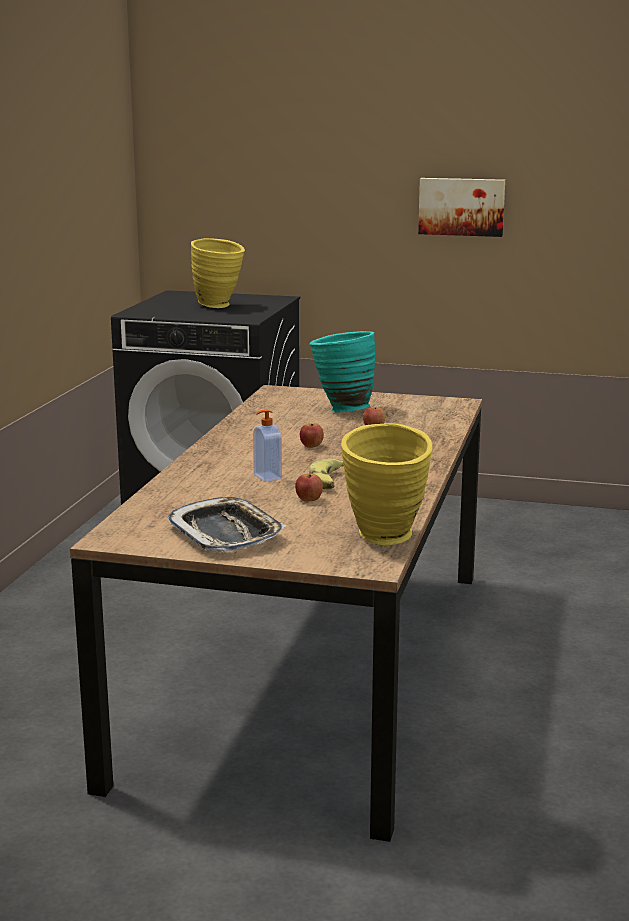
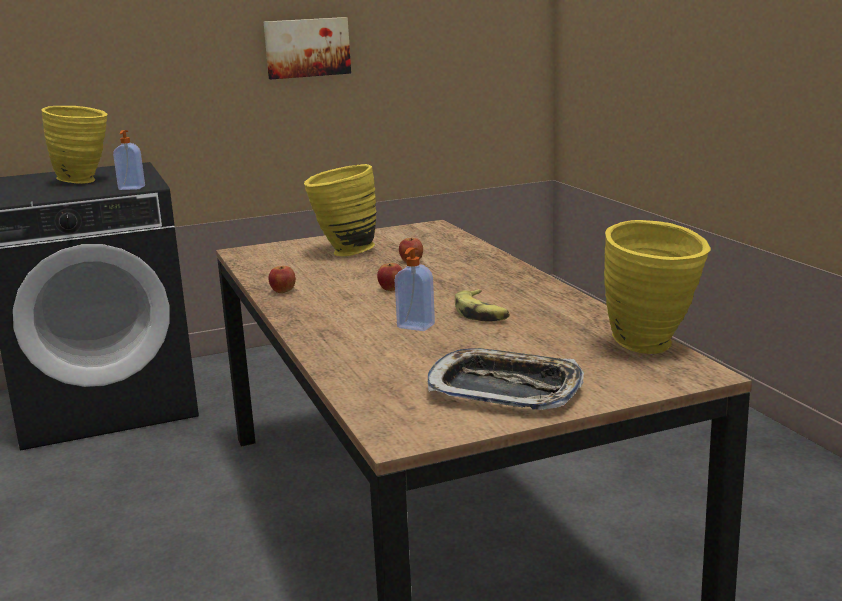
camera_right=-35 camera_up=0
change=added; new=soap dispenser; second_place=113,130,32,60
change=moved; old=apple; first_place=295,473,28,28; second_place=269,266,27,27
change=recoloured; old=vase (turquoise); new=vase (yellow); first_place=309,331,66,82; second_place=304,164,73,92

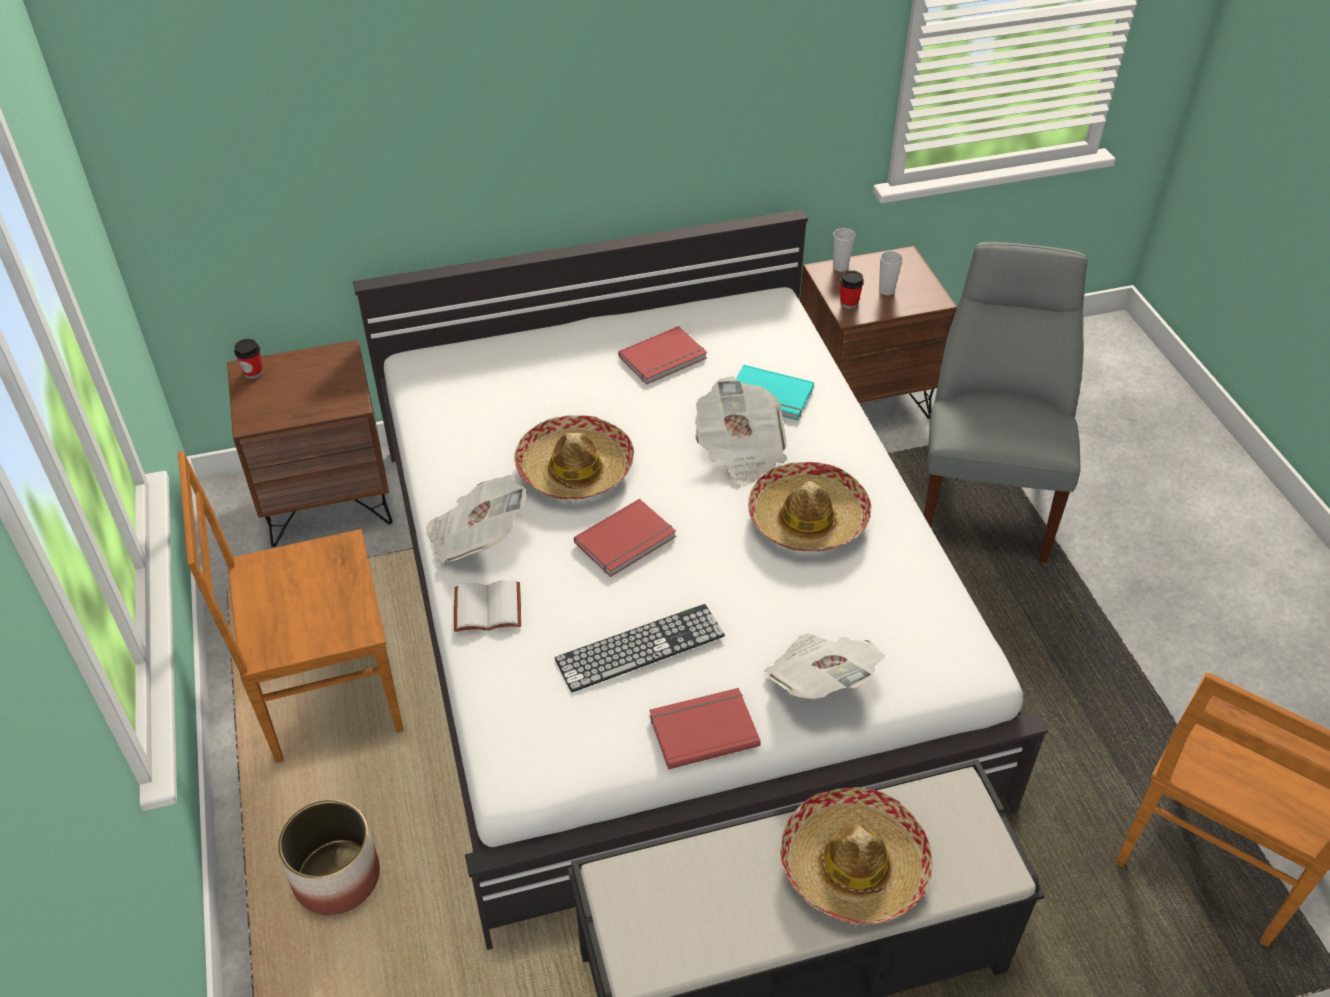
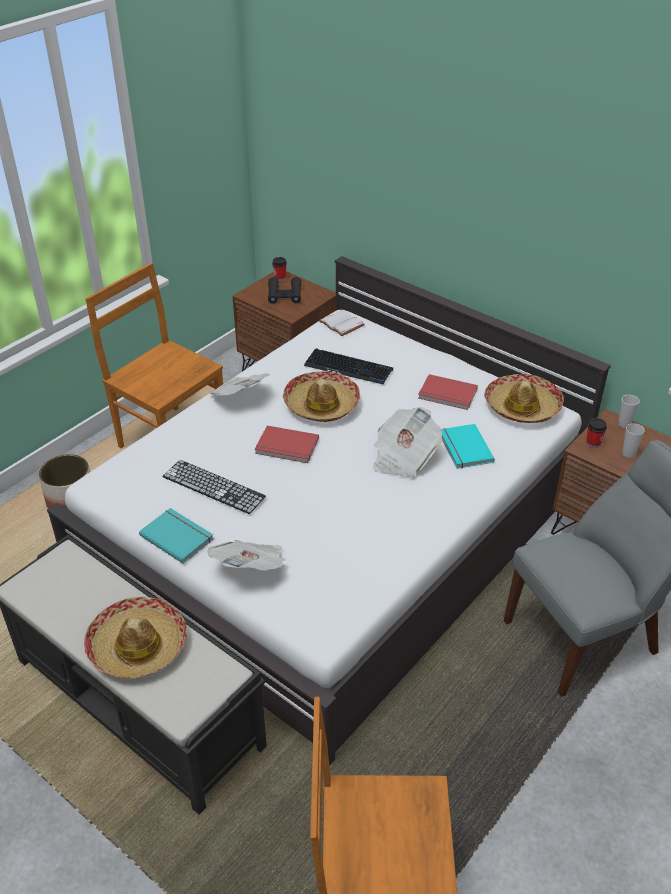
camera_right=55 camera_up=-5
change=recoloured; old=book (red); new=book (turquoise); first_place=649,688,112,82; second_place=139,508,75,56
change=added; new=binoculars (black); second_place=268,277,33,27
change=added; new=keyboard; second_place=304,348,89,37
change=moved; old=book (white); first_place=454,580,67,52; second_place=319,310,46,26
change=moved; old=hat; first_place=748,462,124,89; second_place=484,374,80,49

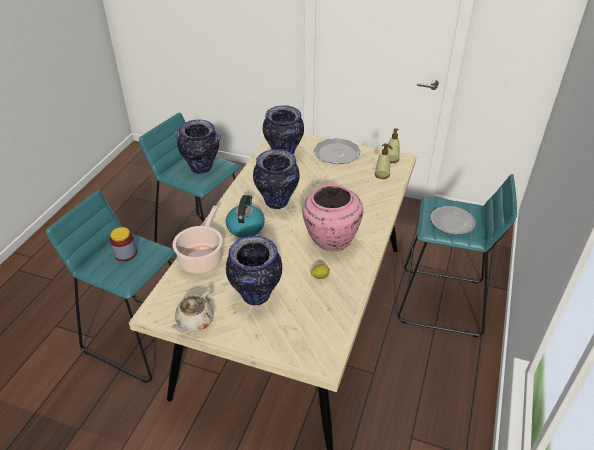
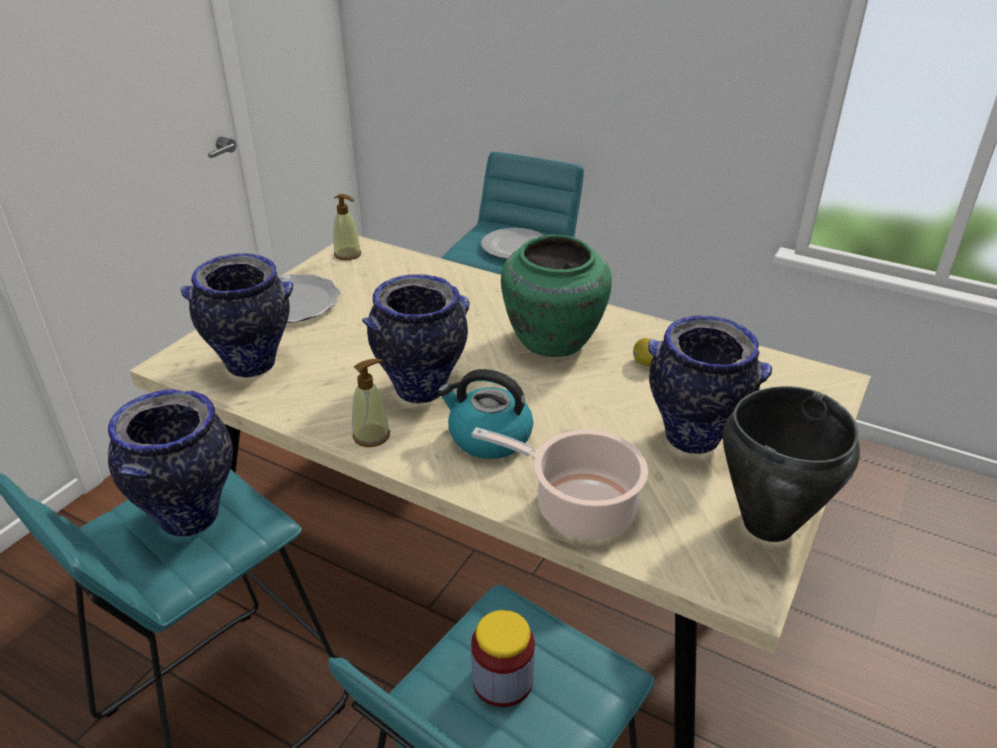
camera_right=-80 camera_up=-5
change=moved; old=soap dispenser; first_place=375,143,18,36; second_place=352,359,38,88
change=recoloured; old=vase (pink); new=vase (green); first_place=302,184,61,67; second_place=501,235,111,122
change=replaced; old=teapot (beige); new=cooking pot (black); first_place=171,290,43,42; second_place=723,386,137,156

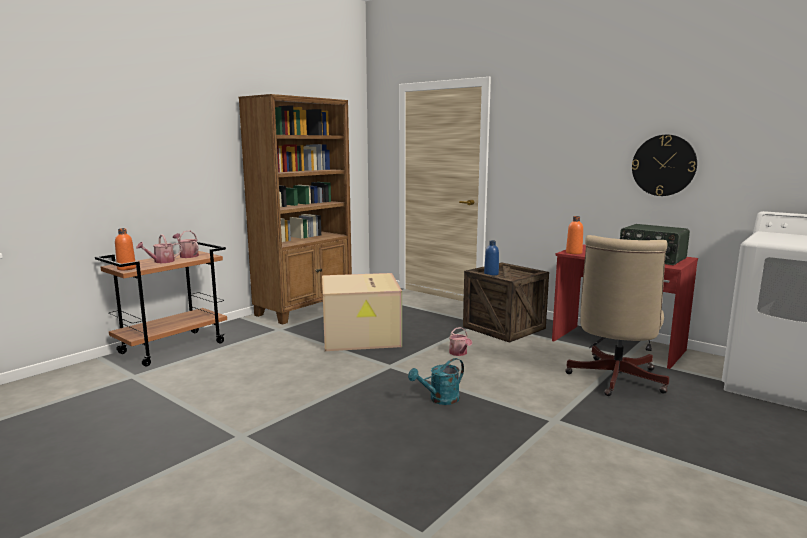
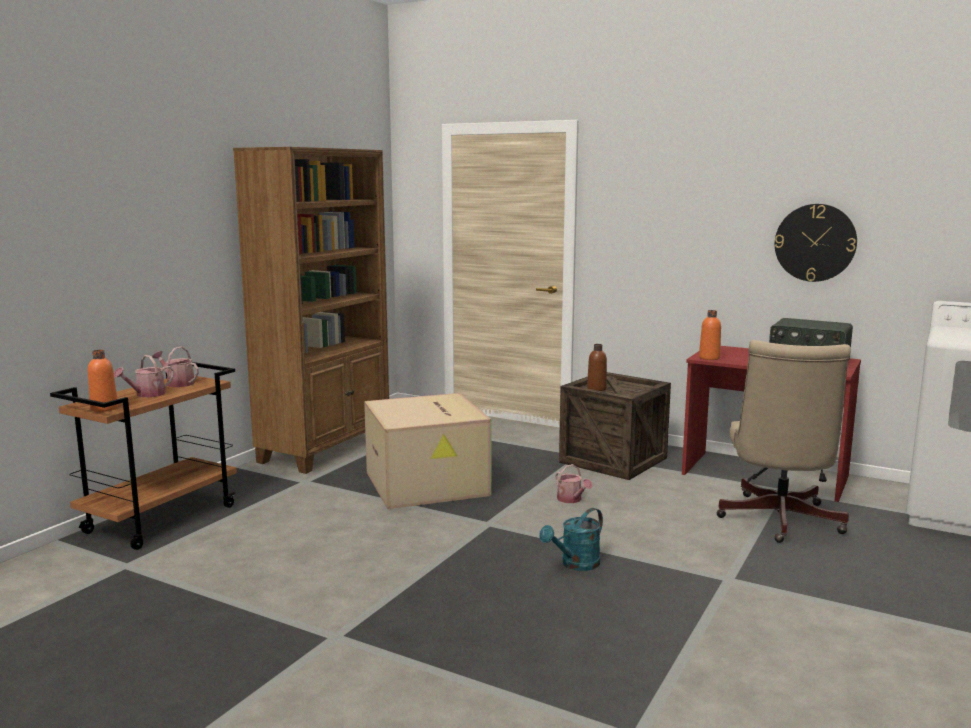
camera_right=-10 camera_up=0
change=recoloured; old=bottle (blue); new=bottle (brown); first_place=484,240,15,36; second_place=587,344,20,47

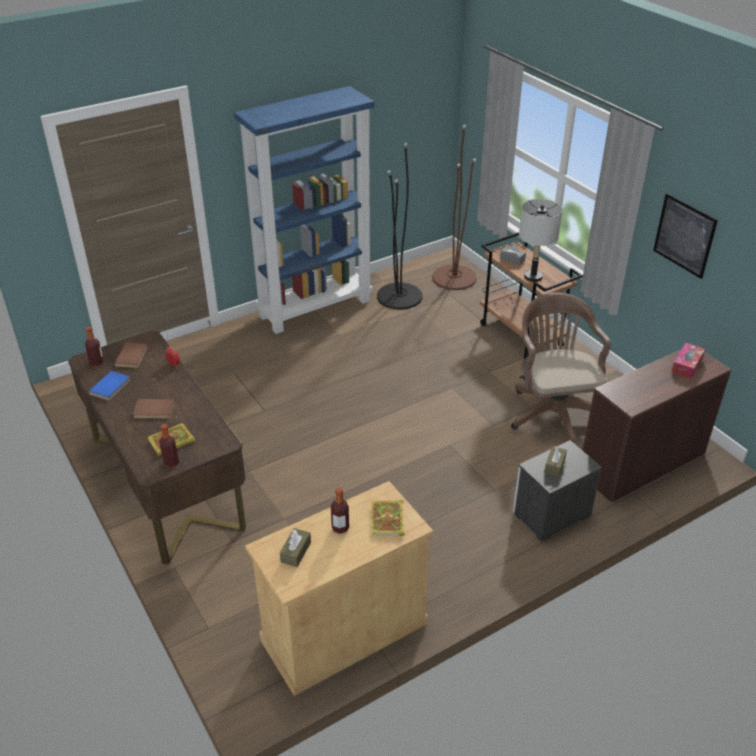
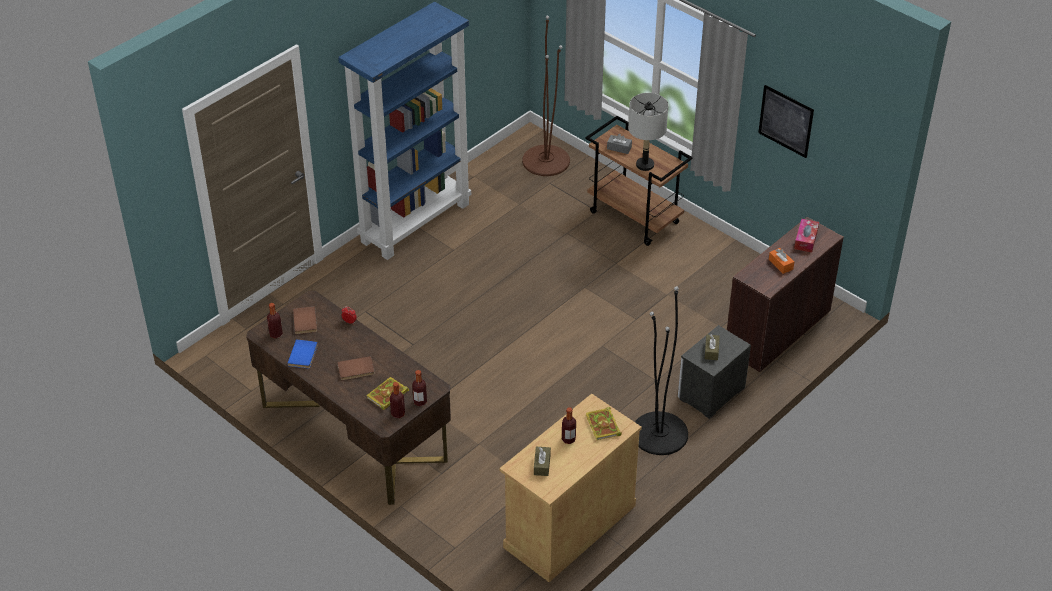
camera_right=-15 camera_up=5
change=added; new=bottle; second_place=412,370,15,36
change=moved; old=floor lamp (black); first_place=377,143,46,166; second_place=635,286,53,169
change=added; new=tissue box (orange); second_place=769,248,25,26
change=removed; old=office chair (brown); first_place=511,293,100,150

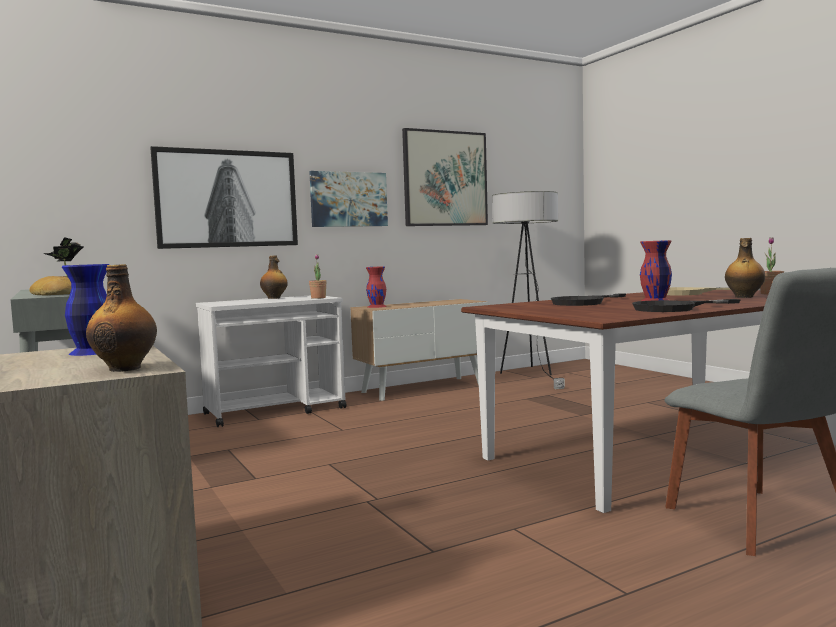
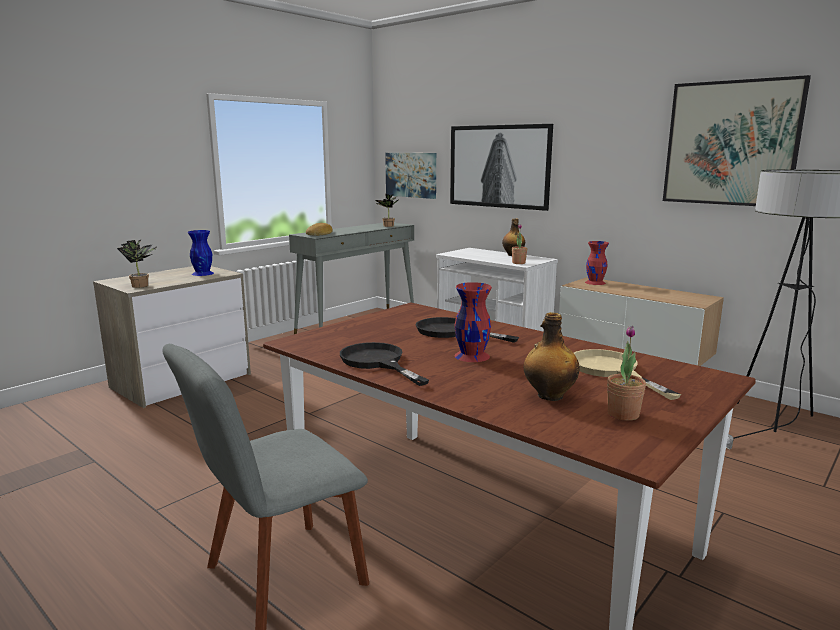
camera_right=70 camera_up=10
change=replaced; old=bottle; new=potted plant; first_place=86,264,71,108; second_place=117,240,40,48
change=moved; old=picture; first_place=309,171,79,56; second_place=385,153,51,46

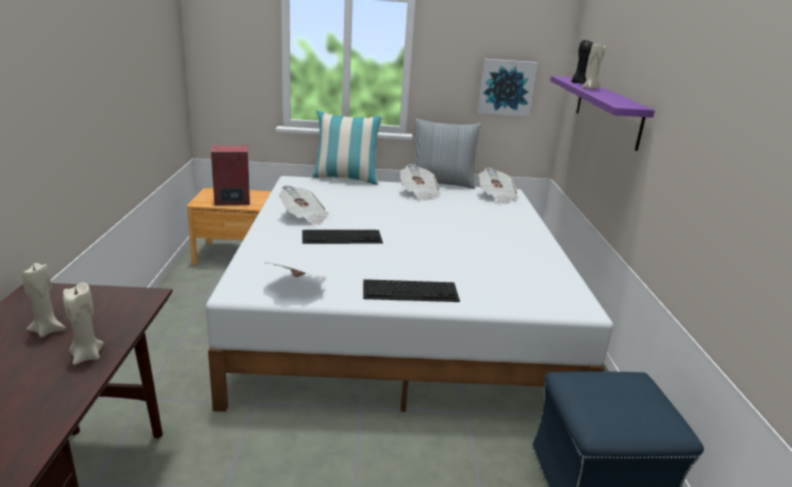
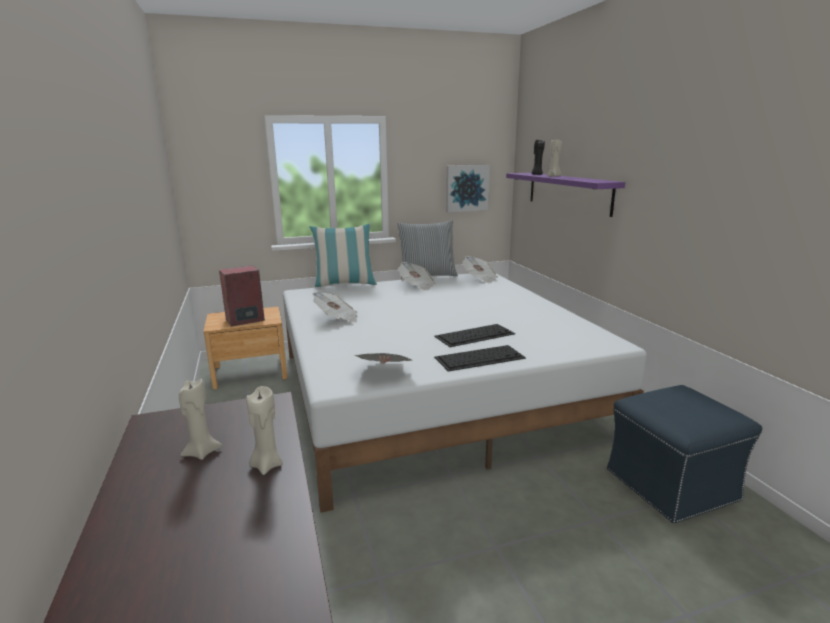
camera_right=-15 camera_up=-5
change=moved; old=keyboard; first_place=302,230,81,14; second_place=434,324,81,23

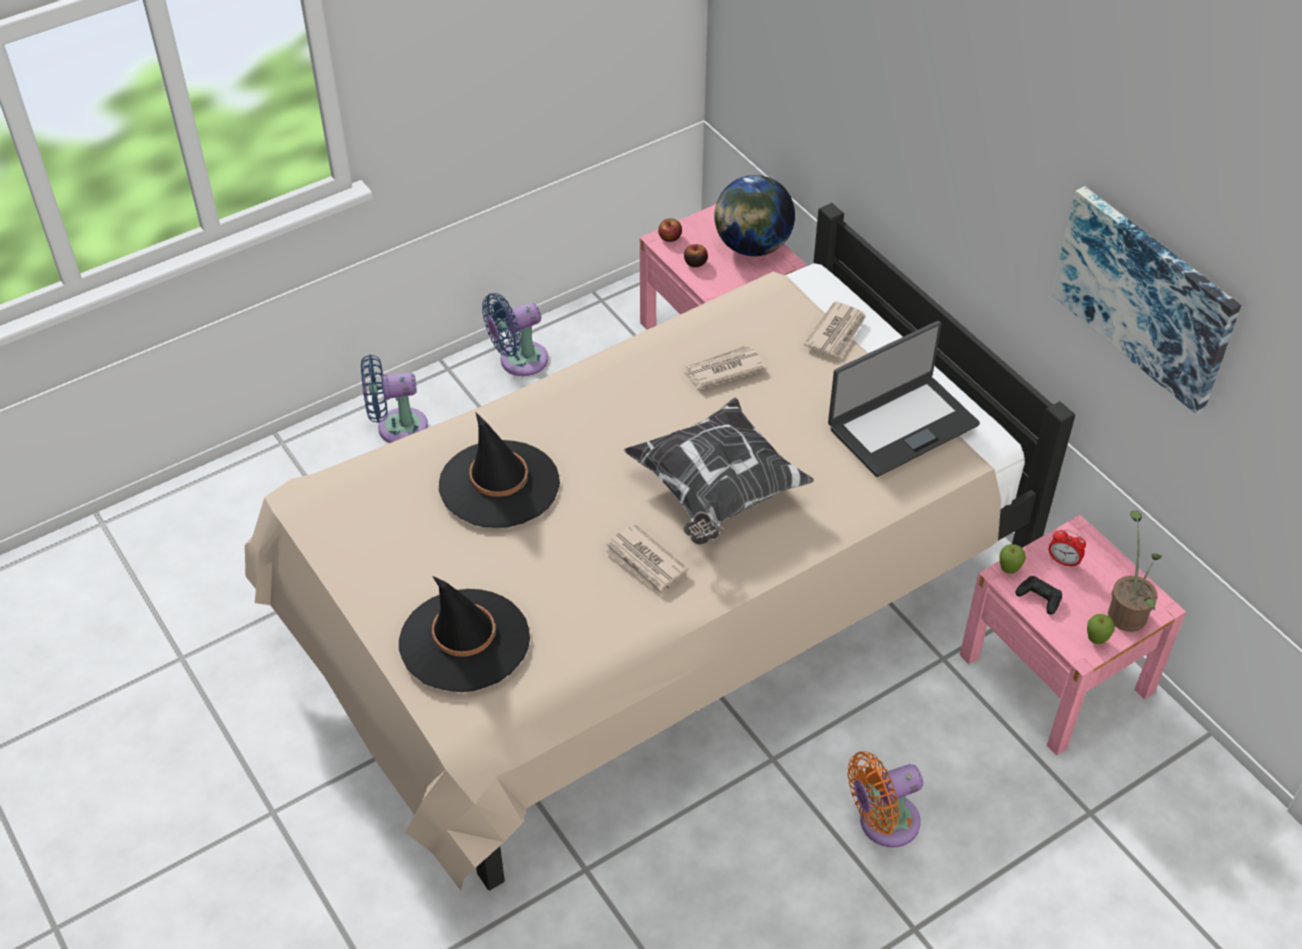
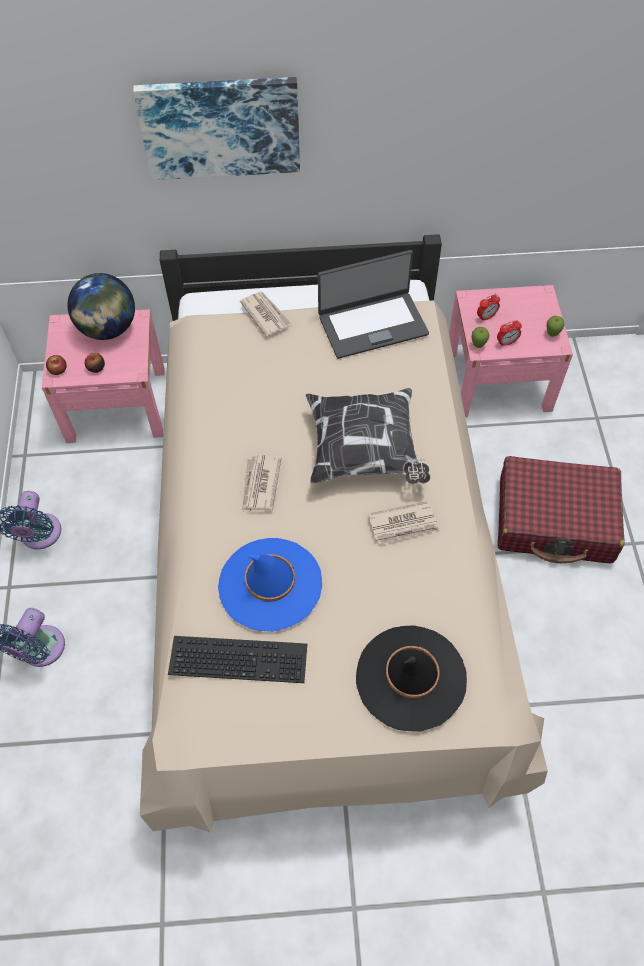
camera_right=-60 camera_up=10
change=moved; old=picture; first_place=1051,186,190,228; second_place=133,77,167,103
change=added; new=keyboard; second_place=168,636,139,47
change=recoloured; old=hat (black); new=hat (blue); first_place=439,413,121,114; second_place=218,538,104,94
change=moved; old=newspaper; first_place=684,345,82,44; second_place=242,454,40,58
change=turned; old=laptop; first_place=828,321,152,156; second_place=318,250,111,109; degrees=75
change=replaced; old=game controller (black); new=alarm clock; first_place=1015,576,47,39; second_place=497,320,25,26
change=replaced; old=fan (orange); new=suitcase (red); first_place=847,751,76,96; second_place=498,456,127,108
change=removed; old=potted plant; first_place=1108,511,54,121

